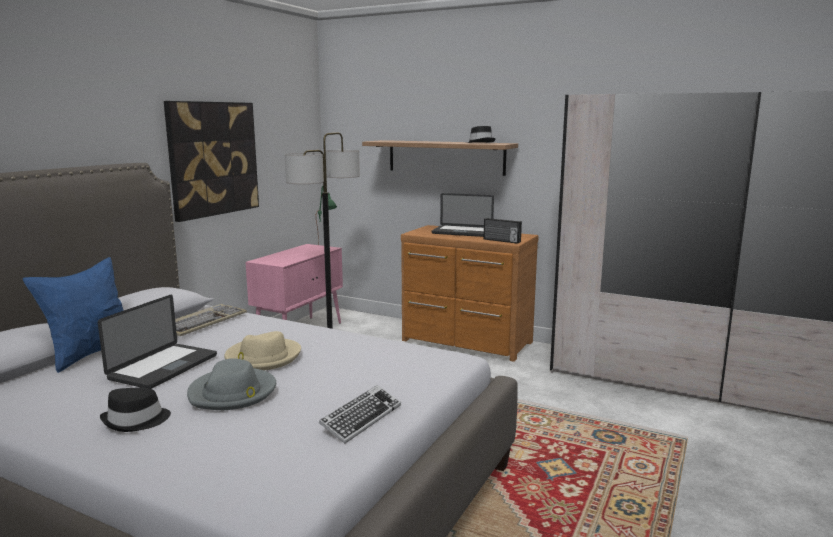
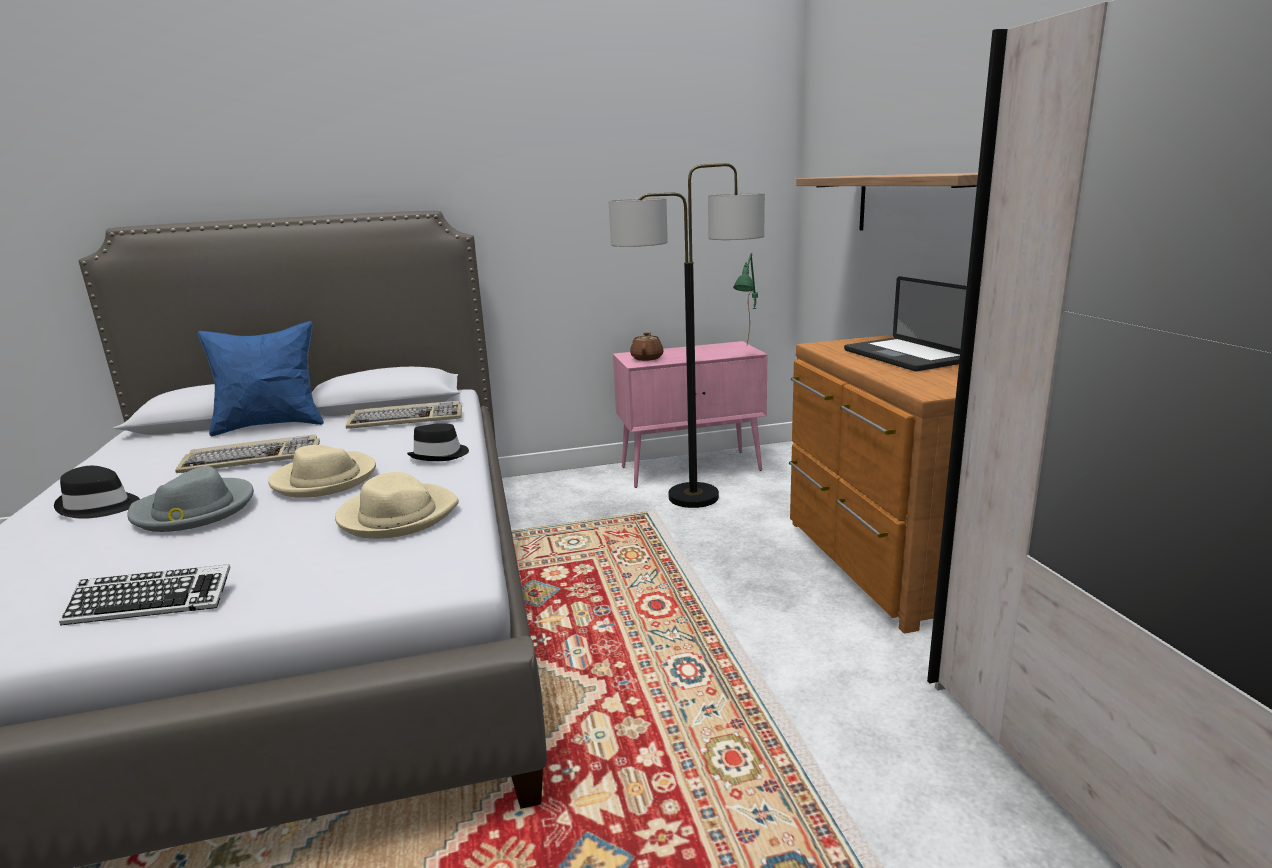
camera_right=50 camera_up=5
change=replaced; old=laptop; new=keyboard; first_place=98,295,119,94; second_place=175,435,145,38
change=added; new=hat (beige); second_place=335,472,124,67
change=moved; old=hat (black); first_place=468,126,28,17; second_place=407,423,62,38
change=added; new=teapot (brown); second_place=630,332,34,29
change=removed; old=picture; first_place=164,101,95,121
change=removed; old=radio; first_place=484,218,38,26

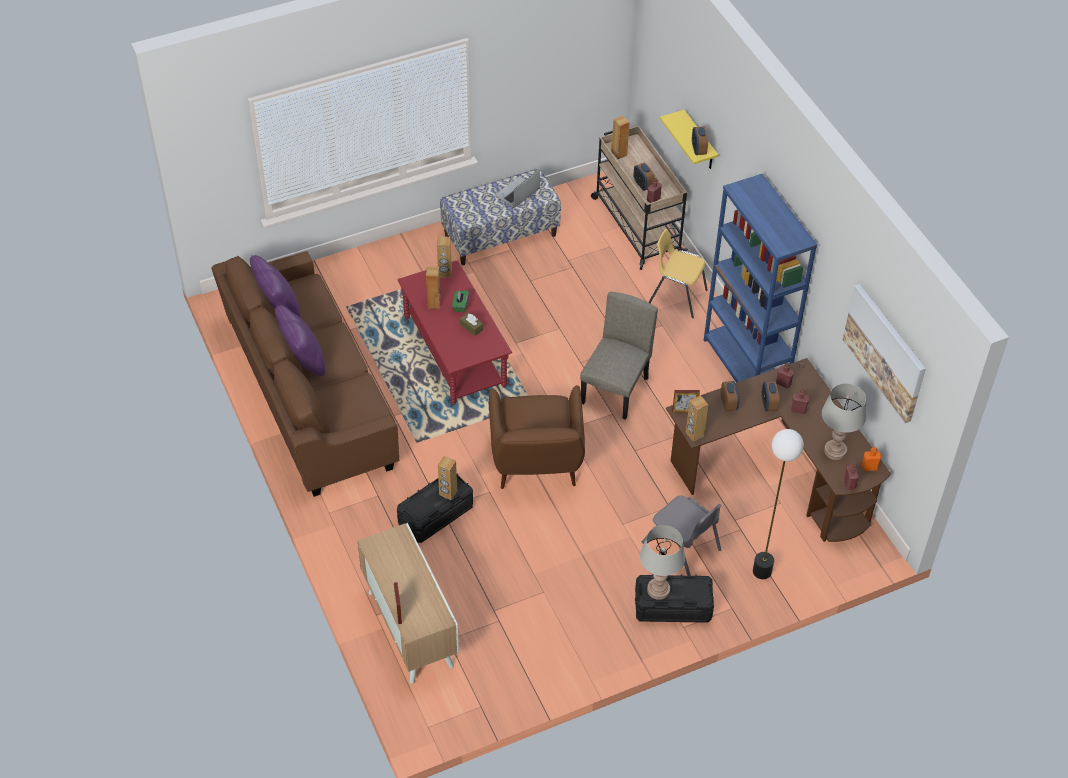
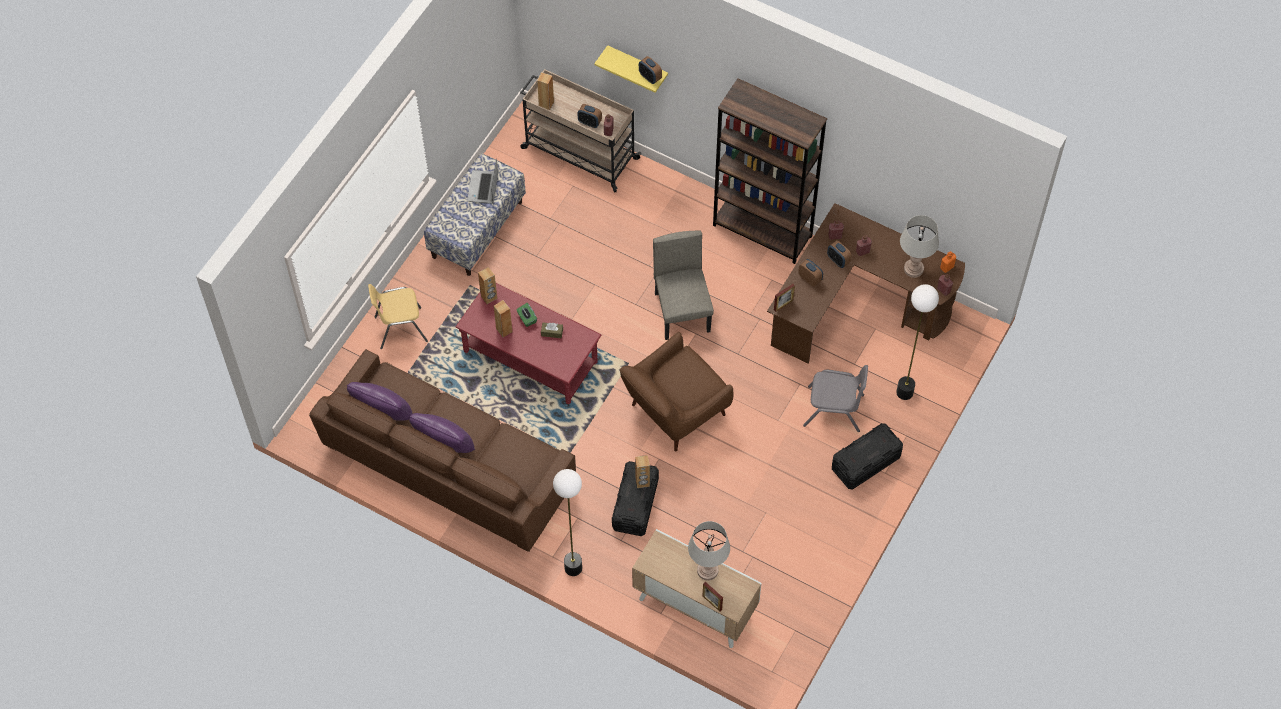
camera_right=-35 camera_up=10
change=moved; old=chair (yellow); first_place=649,229,59,89; second_place=368,284,60,65
change=added; new=floor lamp; second_place=553,469,29,107
change=turned; old=armchair (brown); first_place=489,385,96,104; second_place=620,332,113,120; degrees=90
change=moved; old=table lamp (grey); first_place=640,525,45,75; second_place=688,521,42,60
change=recoloured; old=bookcase (blue); new=bookcase (brown); first_place=704,173,113,210; second_place=713,79,114,185
change=removed; old=speaker (brown); first_place=686,395,22,47
change=removed; old=picture; first_place=843,284,83,139

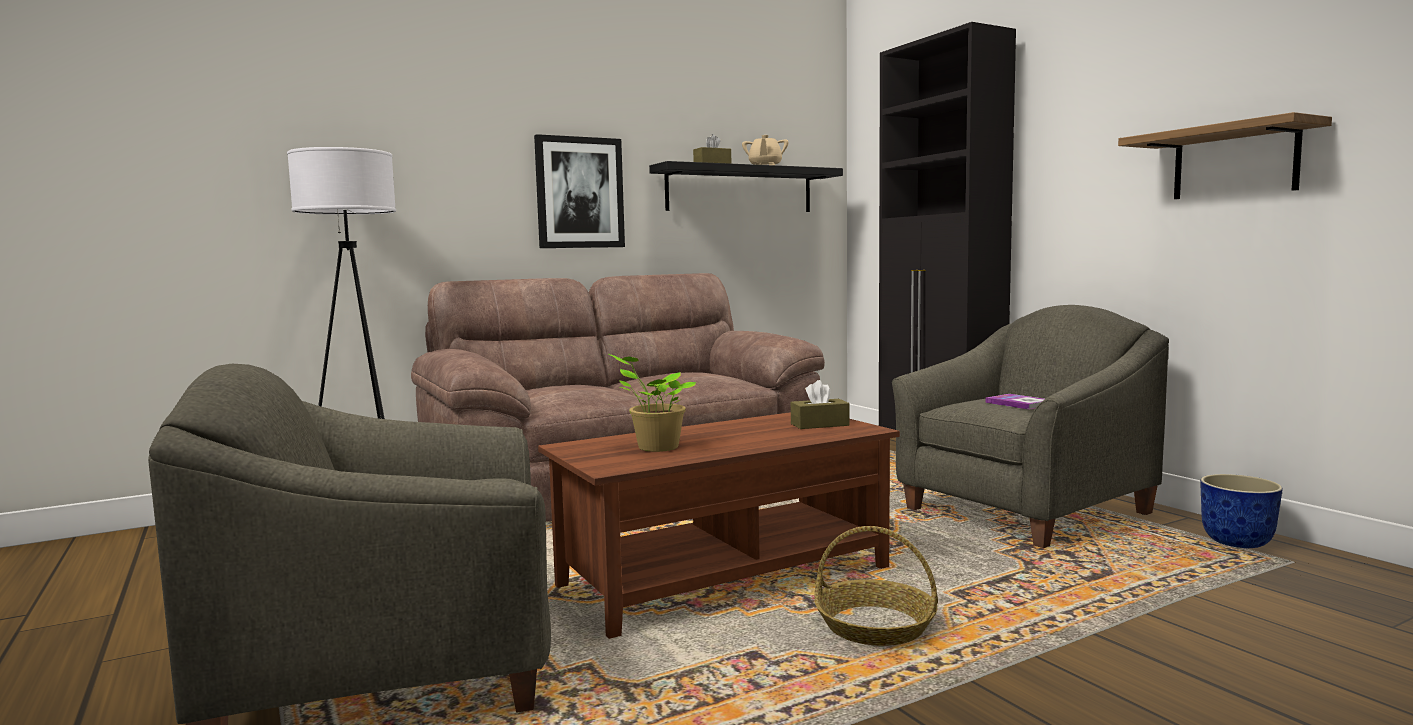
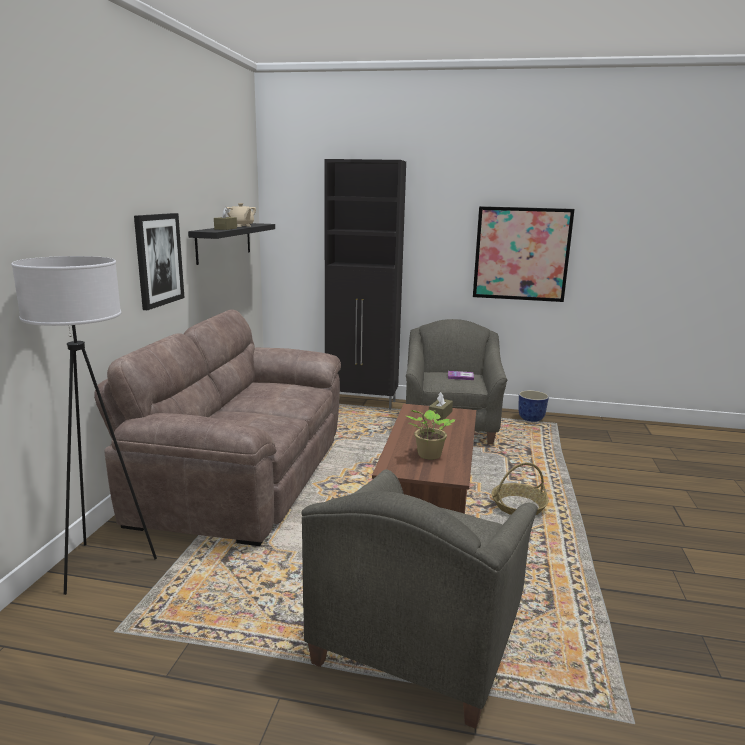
camera_right=-50 camera_up=10
change=replaced; old=shelf; new=picture; first_place=1118,112,214,87; second_place=473,206,102,96

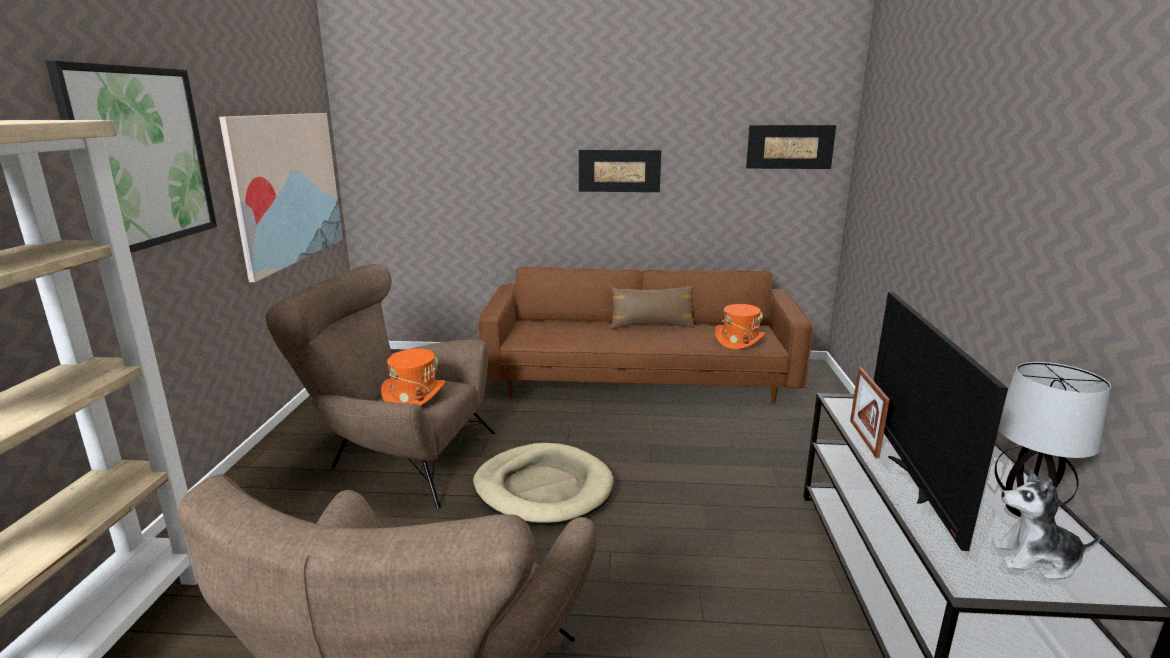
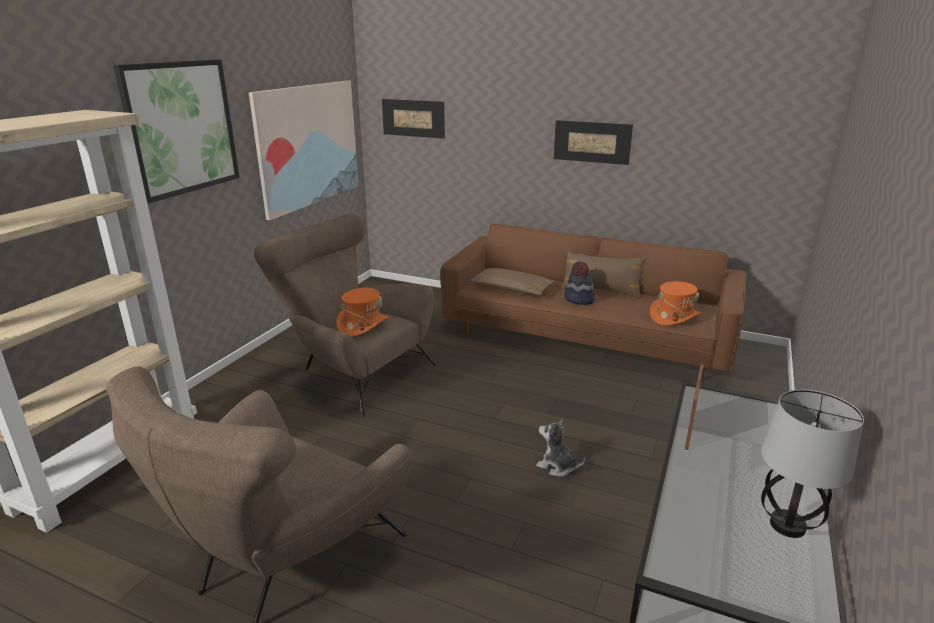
camera_right=20 camera_up=5
change=moved; old=picture; first_place=746,125,90,44; second_place=382,99,63,40
change=added; new=pillow (brown); second_place=468,268,87,27
change=moved; old=plush toy; first_place=991,471,111,108; second_place=536,419,49,58
change=added; new=hat; second_place=564,261,31,44
change=removed; old=dog bed (beige); first_place=473,443,141,82
change=removed; old=television; first_place=874,292,134,259

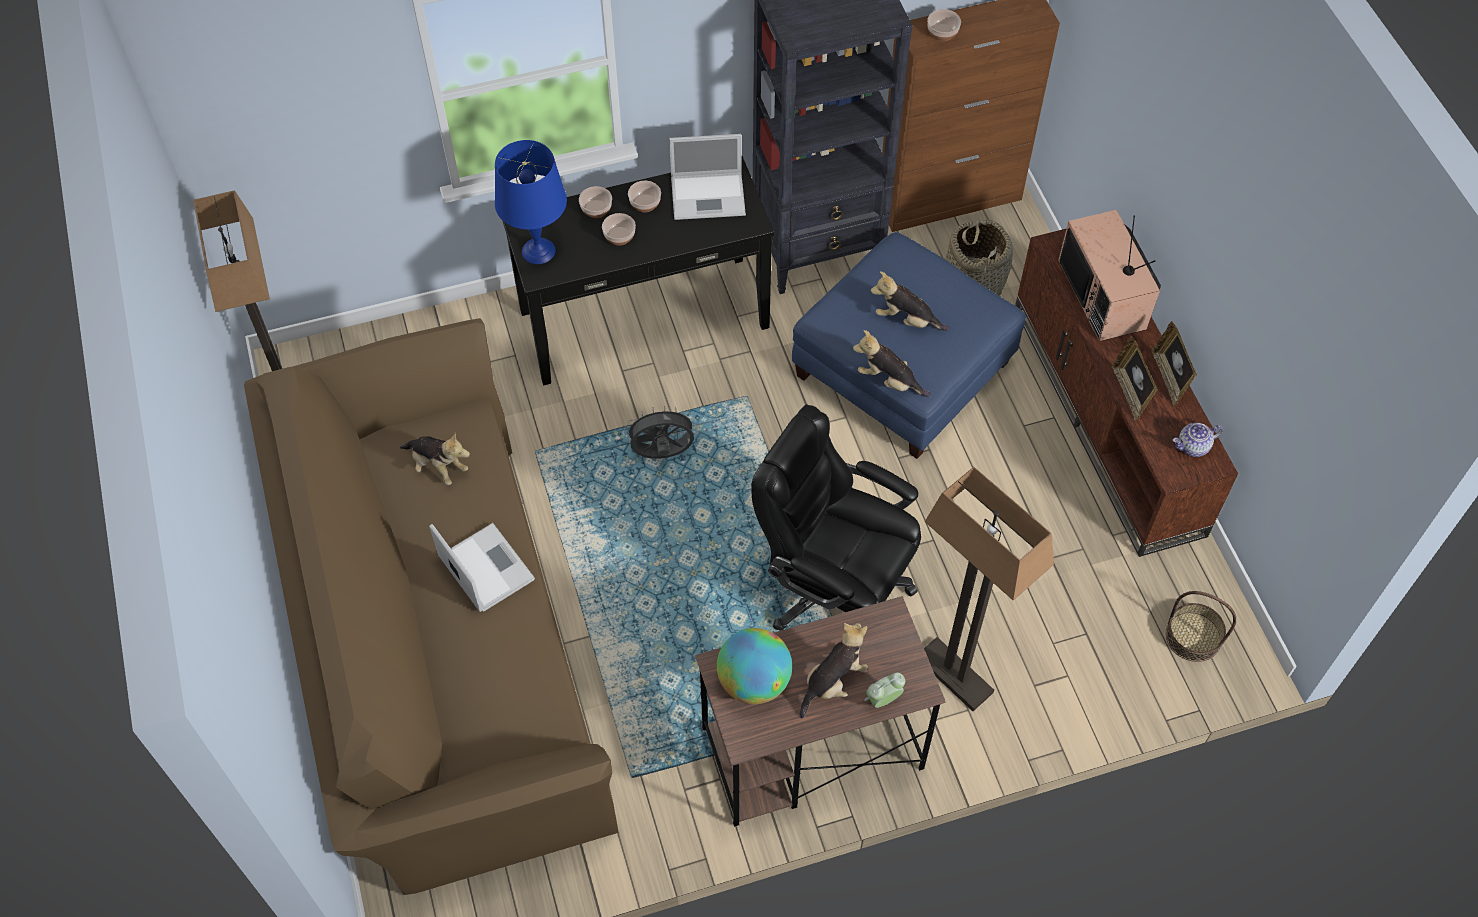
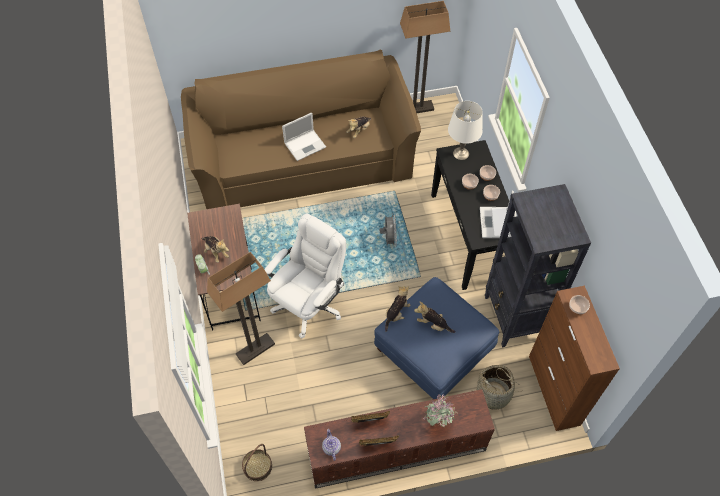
camera_right=95 camera_up=0
change=recoloured; old=office chair (black); new=office chair (white); first_place=751,405,170,226; second_place=265,213,81,126
change=turned; old=plush toy; first_place=871,271,78,60; second_place=414,302,42,31; degrees=-90
change=replaced; old=television; new=potted plant; first_place=1058,210,103,131; second_place=423,395,35,32
change=recoloured; old=table lamp (blue); new=table lamp (white); first_place=495,140,72,124; second_place=448,101,35,59
change=removed; old=globe; first_place=717,628,75,76

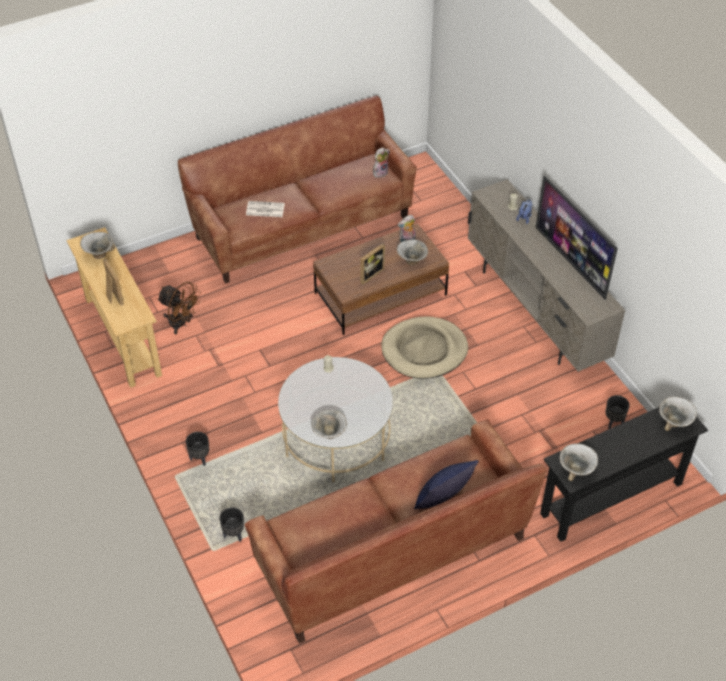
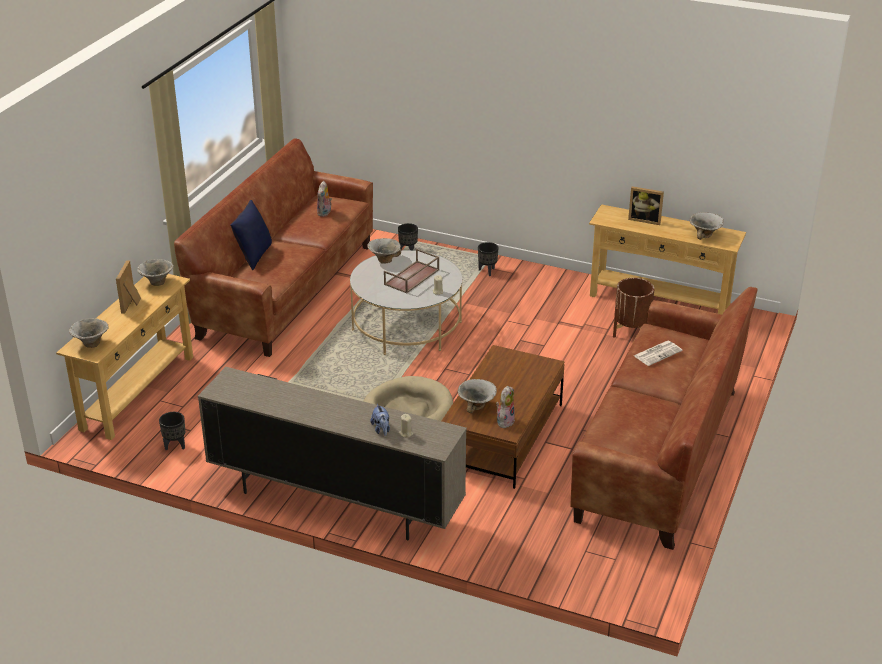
camera_right=140 camera_up=-15
change=recoloured; old=console table (black); new=console table (beige); first_place=540,407,168,135; second_place=56,274,137,166
change=moved; old=picture frame; first_place=360,243,25,42; second_place=116,260,25,54
change=moved; old=plush toy; first_place=373,147,17,31; second_place=317,181,15,36
change=added; new=tray (brown); second_place=384,249,55,45
change=replaced; old=fan (brown); new=planter (brown); first_place=157,282,44,52; second_place=613,278,42,59
change=removed; old=television; first_place=536,176,82,124

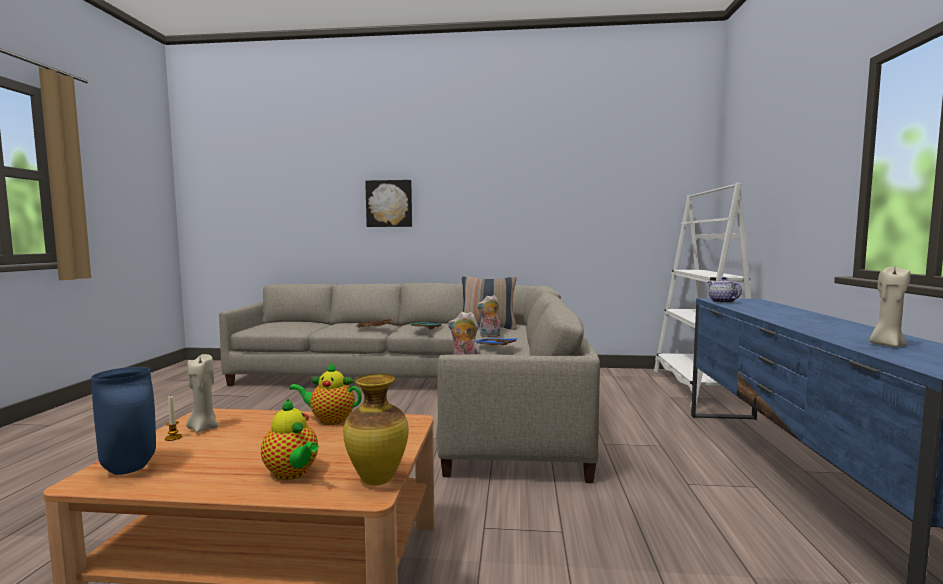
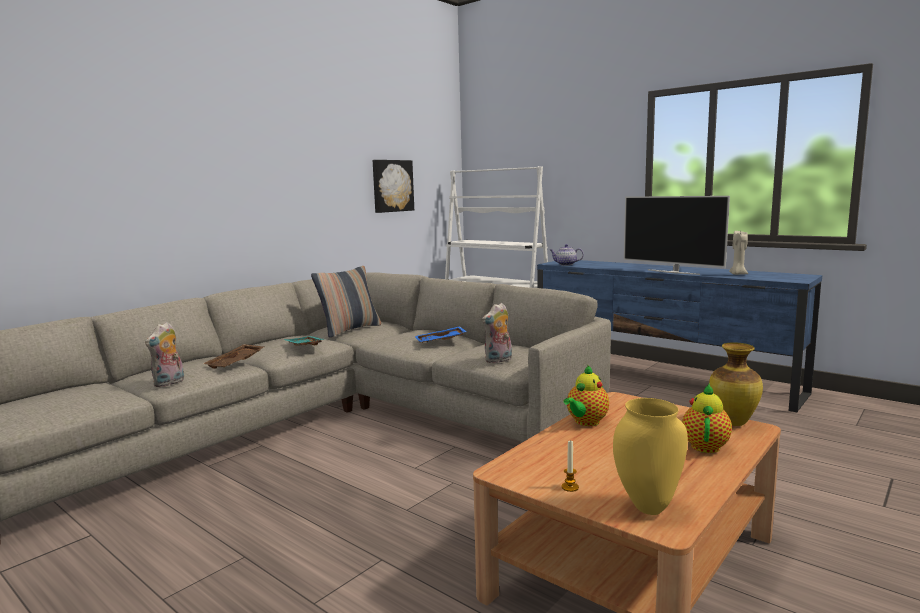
camera_right=-55 camera_up=5
change=moved; old=plush toy; first_place=476,295,25,42; second_place=145,322,39,65
change=moved; old=picture; first_place=365,180,47,47; second_place=373,160,41,53
change=recoloured; old=vase (blue); new=vase (yellow); first_place=91,367,65,108; second_place=613,398,75,117
change=added; new=television; second_place=624,196,106,79
change=turned; old=teapot; first_place=261,399,58,81; second_place=682,383,50,70; degrees=-60
change=removed; old=candle (beige); first_place=186,354,32,79

